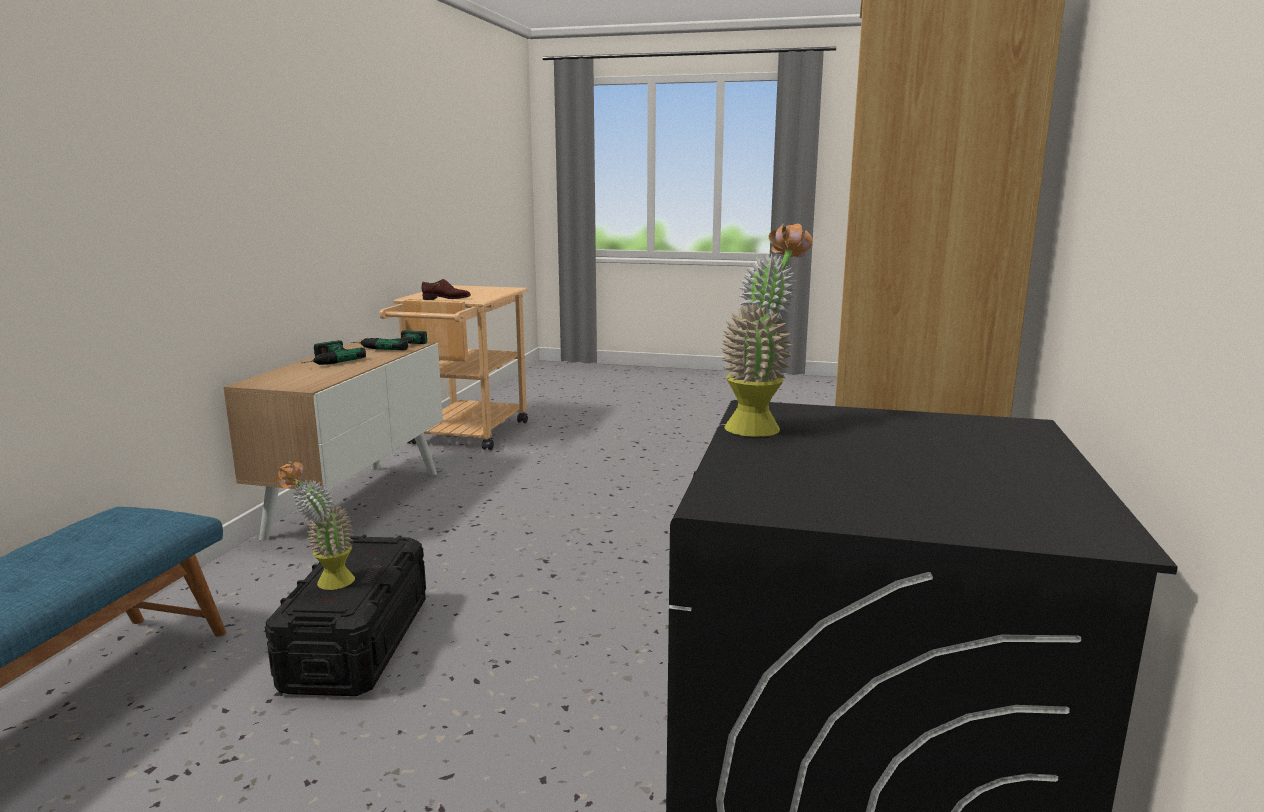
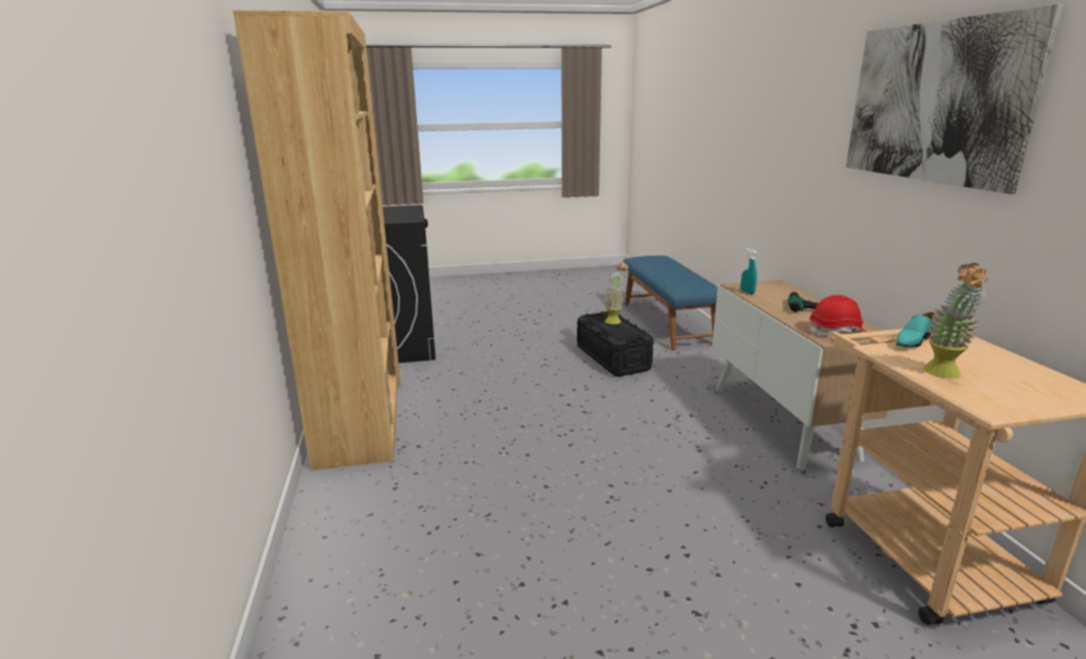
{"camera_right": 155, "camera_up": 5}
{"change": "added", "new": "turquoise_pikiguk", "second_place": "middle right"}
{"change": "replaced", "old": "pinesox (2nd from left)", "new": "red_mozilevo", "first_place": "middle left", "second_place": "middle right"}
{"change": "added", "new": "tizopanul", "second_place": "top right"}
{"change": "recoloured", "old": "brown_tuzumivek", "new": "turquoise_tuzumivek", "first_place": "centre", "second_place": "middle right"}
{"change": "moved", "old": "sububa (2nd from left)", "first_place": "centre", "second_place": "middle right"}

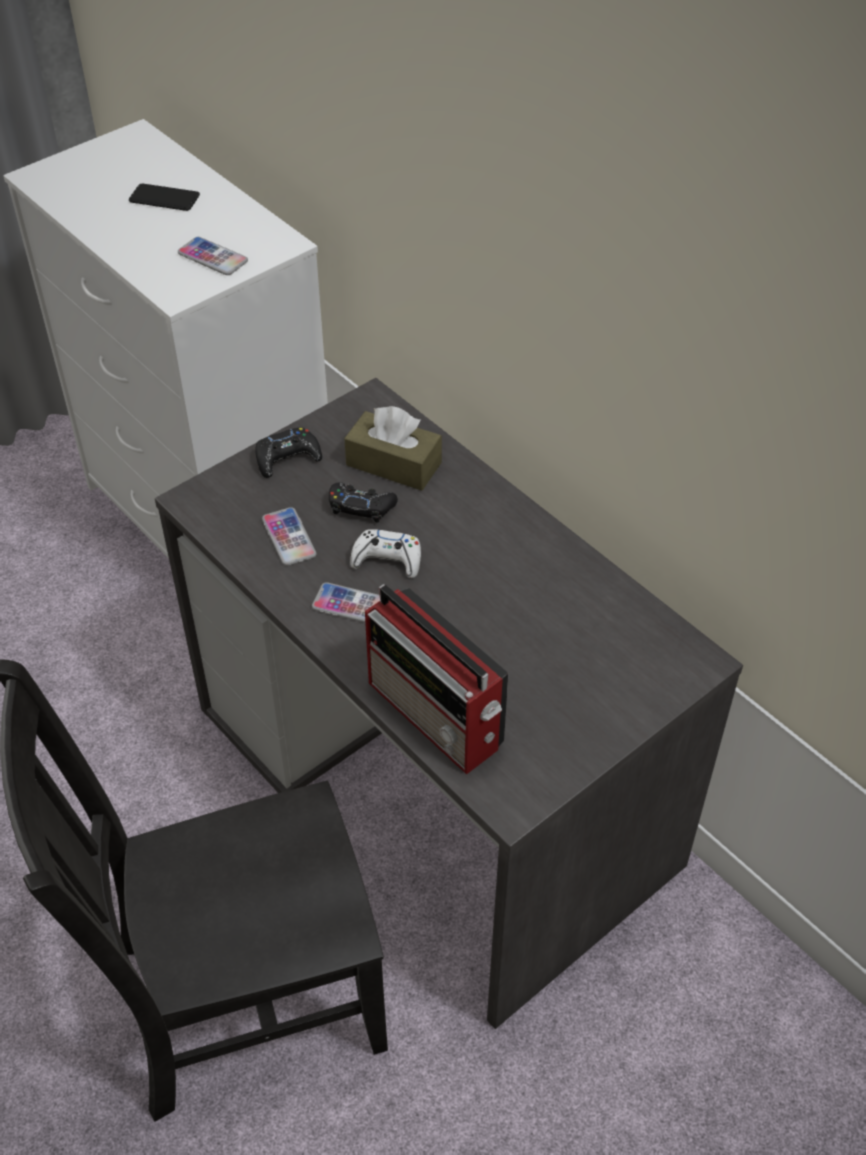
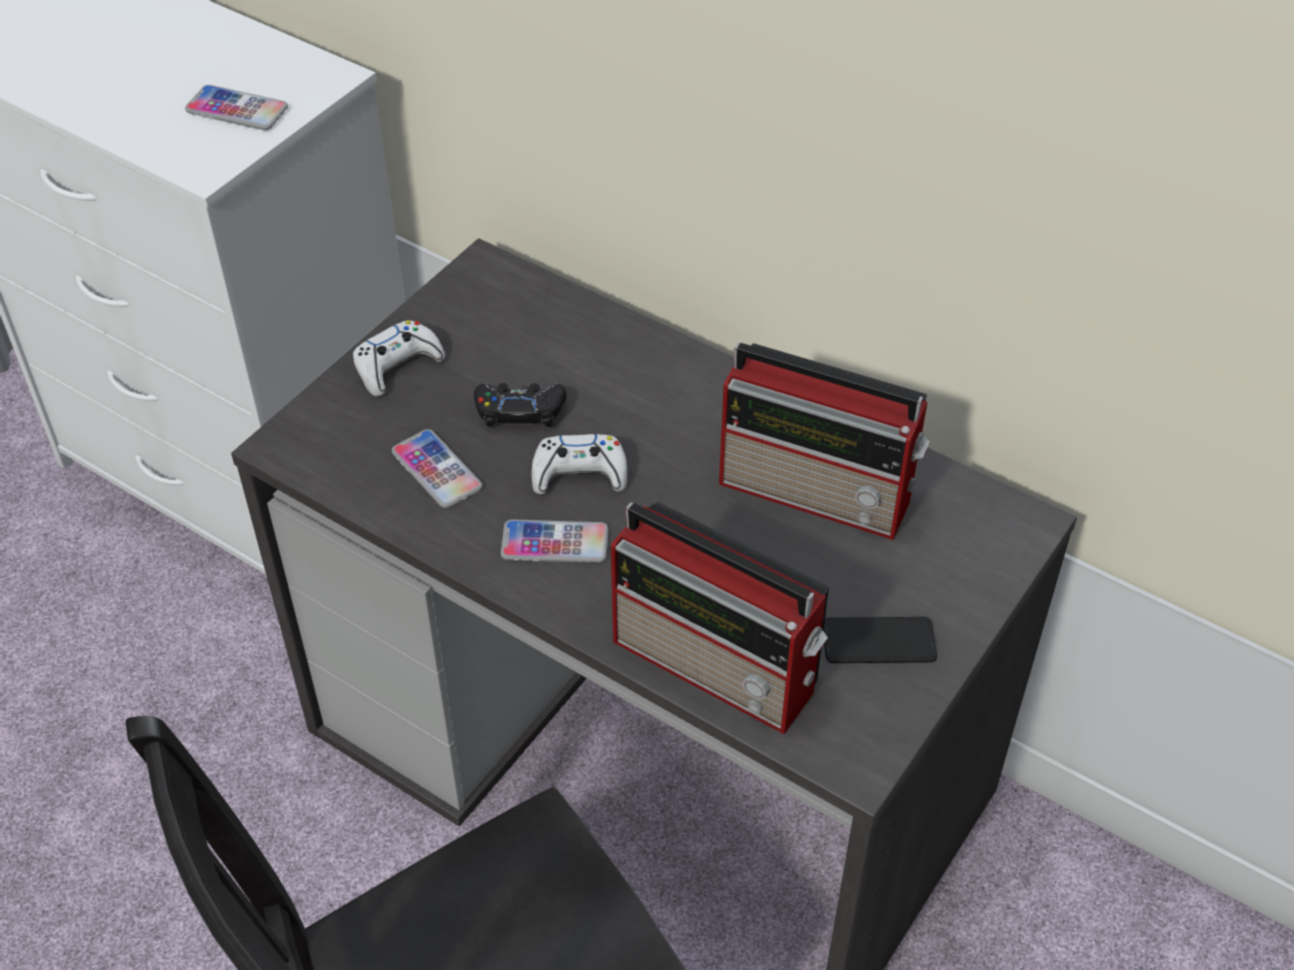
{"camera_right": -15, "camera_up": 0}
{"change": "recoloured", "old": "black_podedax (1st from left)", "new": "white_podedax (1st from left)", "first_place": "middle left", "second_place": "middle left"}
{"change": "added", "new": "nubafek (2nd from left)", "second_place": "centre"}
{"change": "moved", "old": "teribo (1st from left in the first image)", "new": "teribo (4th from left)", "first_place": "top left", "second_place": "middle right"}
{"change": "removed", "old": "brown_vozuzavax", "first_place": "centre"}

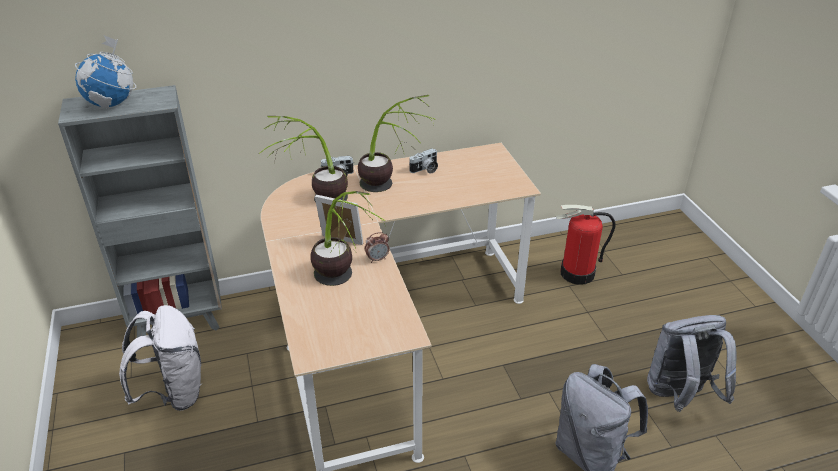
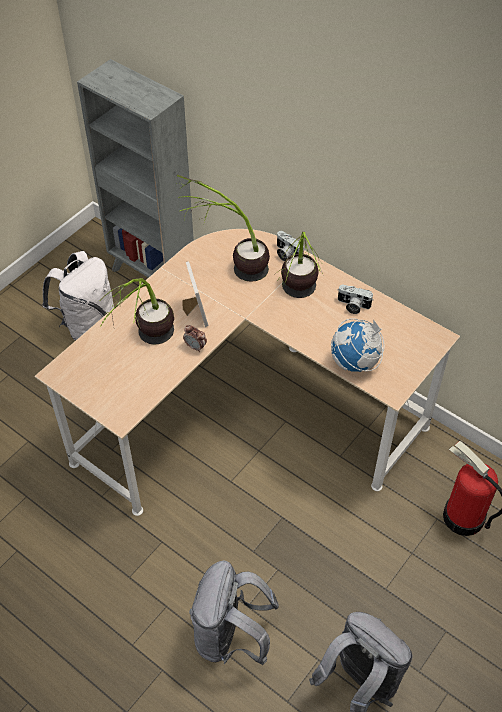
{"camera_right": 55, "camera_up": 15}
{"change": "moved", "old": "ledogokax", "first_place": "top left", "second_place": "middle right"}

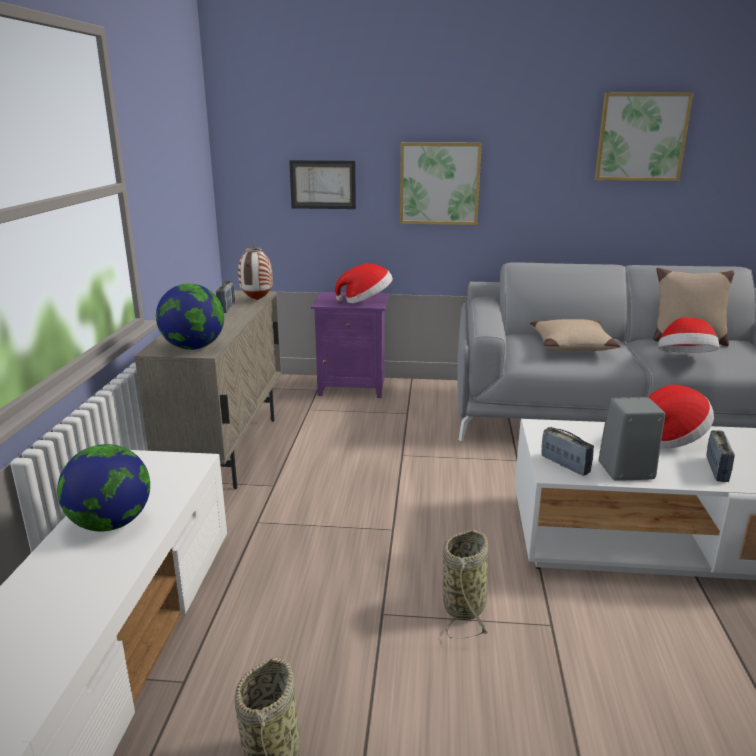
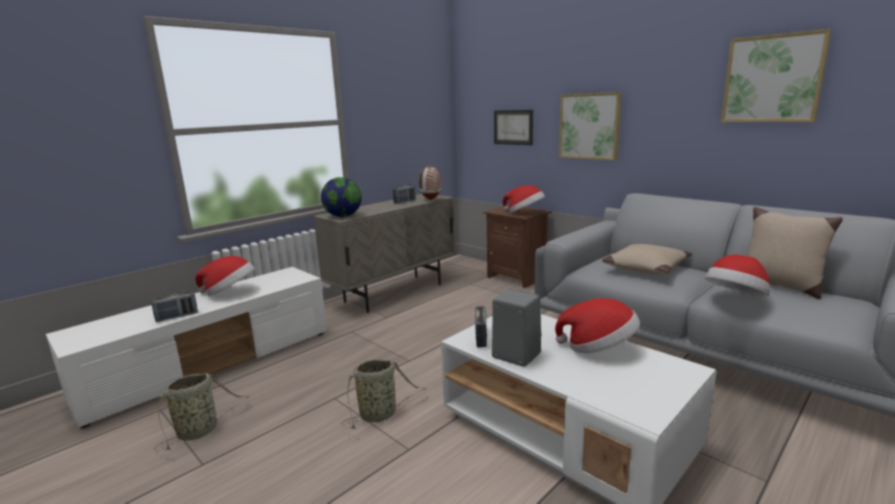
{"camera_right": 40, "camera_up": -5}
{"change": "moved", "old": "nubafek (3rd from left in the first image)", "new": "nubafek (1st from left)", "first_place": "middle right", "second_place": "middle left"}
{"change": "replaced", "old": "ledogokax (1st from left)", "new": "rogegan (1st from left)", "first_place": "middle left", "second_place": "middle left"}
{"change": "recoloured", "old": "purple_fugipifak", "new": "brown_fugipifak", "first_place": "centre", "second_place": "centre"}

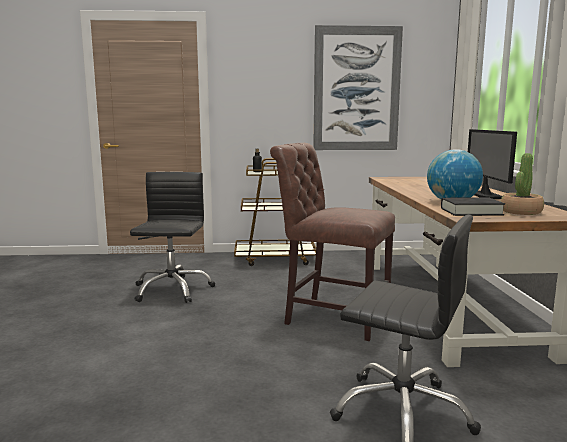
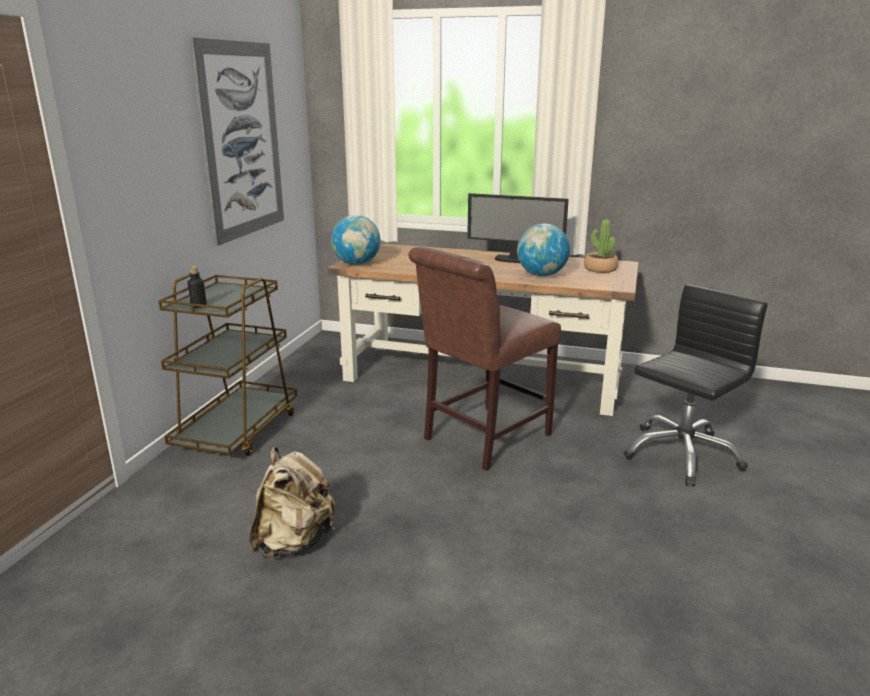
{"camera_right": -70, "camera_up": 10}
{"change": "replaced", "old": "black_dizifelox (1st from left)", "new": "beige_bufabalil", "first_place": "middle left", "second_place": "bottom centre"}
{"change": "added", "new": "ledogokax (1st from left)", "second_place": "centre"}
{"change": "removed", "old": "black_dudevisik", "first_place": "middle right"}

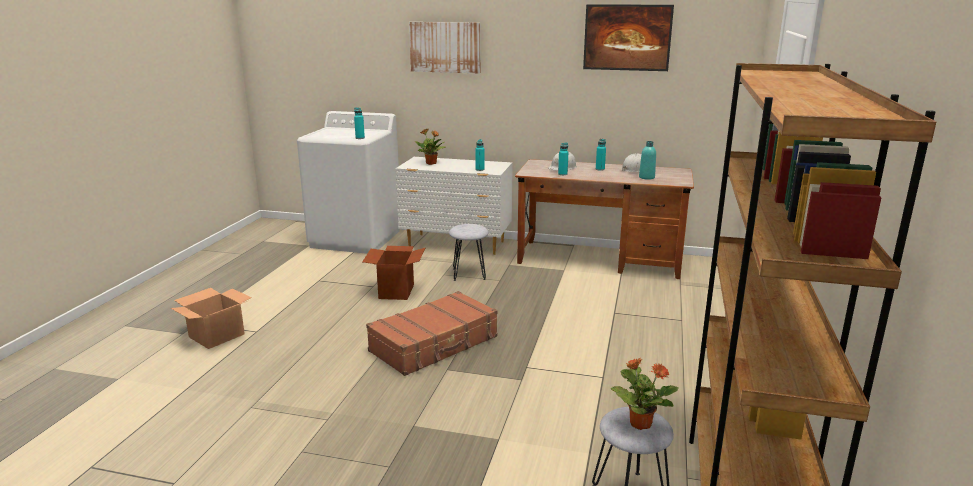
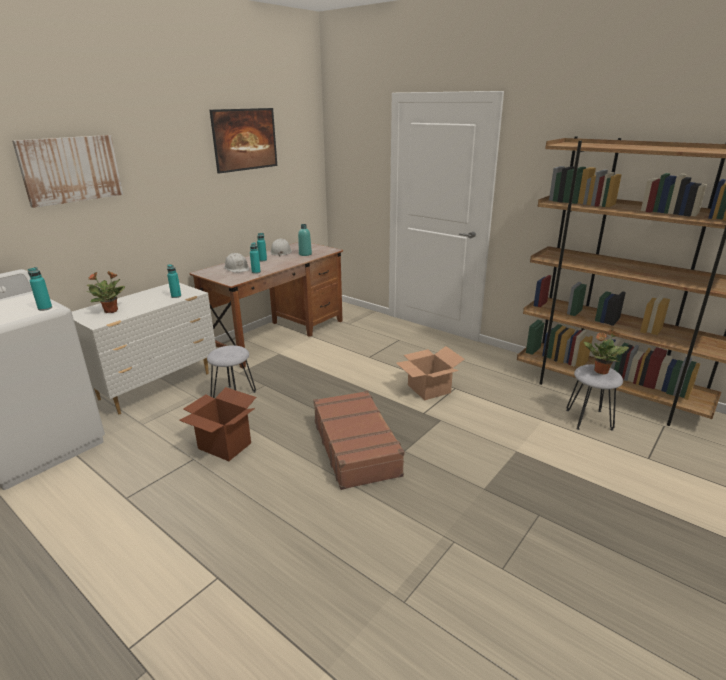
{"camera_right": -65, "camera_up": 5}
{"change": "moved", "old": "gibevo (1st from left in the first image)", "new": "gibevo (2nd from left)", "first_place": "middle left", "second_place": "centre"}

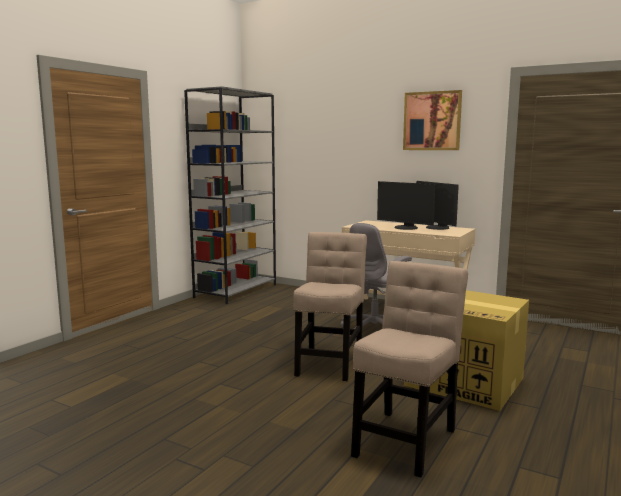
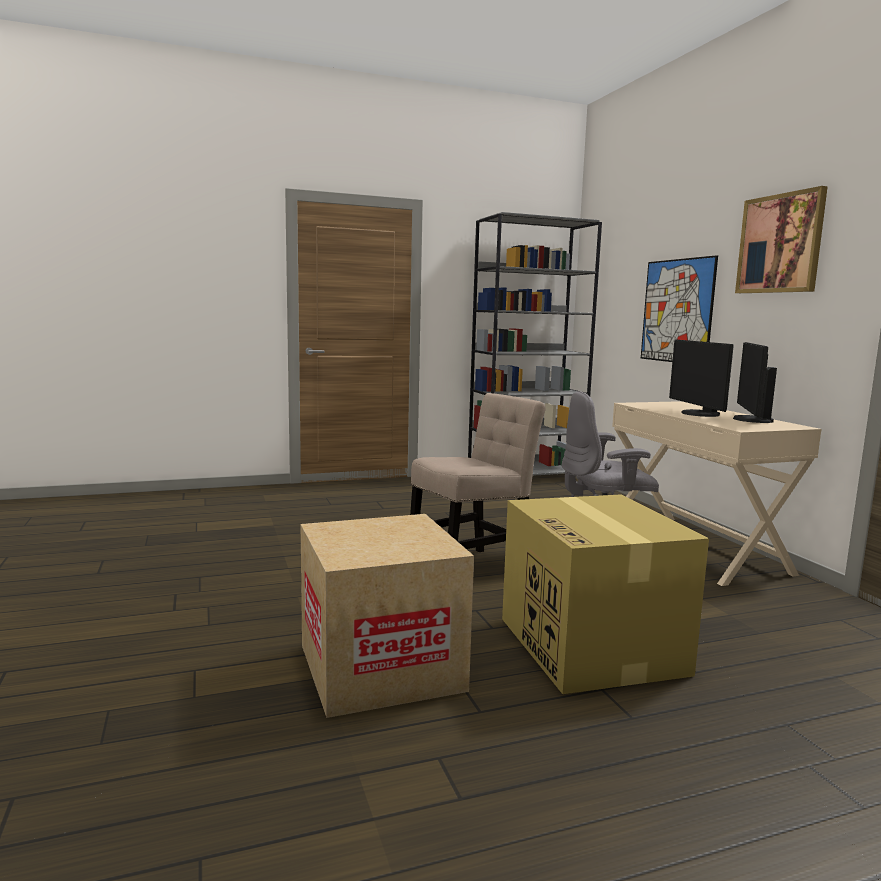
{"camera_right": 40, "camera_up": 0}
{"change": "replaced", "old": "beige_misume (2nd from left)", "new": "gibevo (1st from left)", "first_place": "bottom centre", "second_place": "bottom centre"}
{"change": "added", "new": "tizopanul (1st from left)", "second_place": "middle right"}

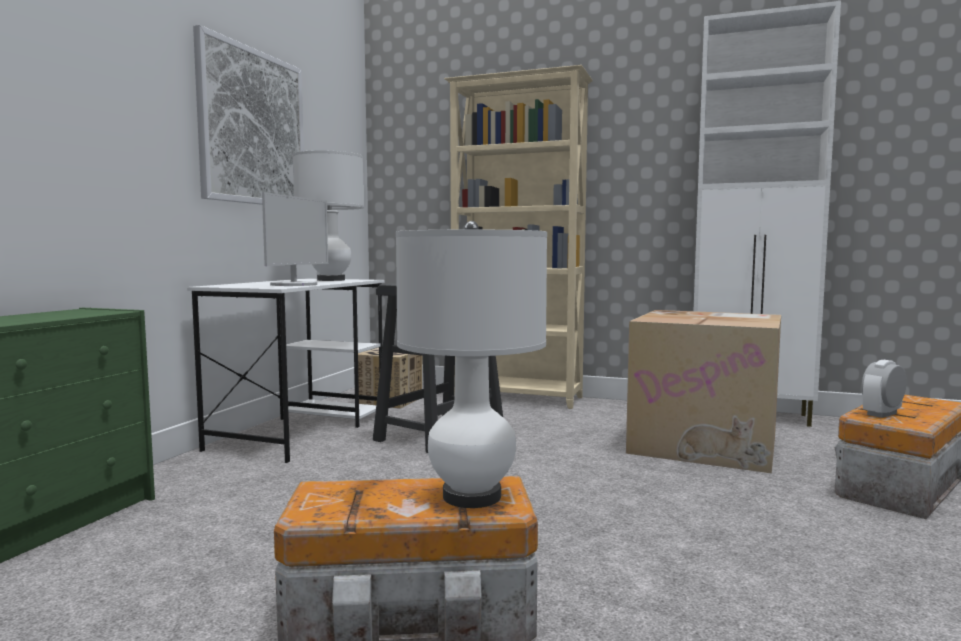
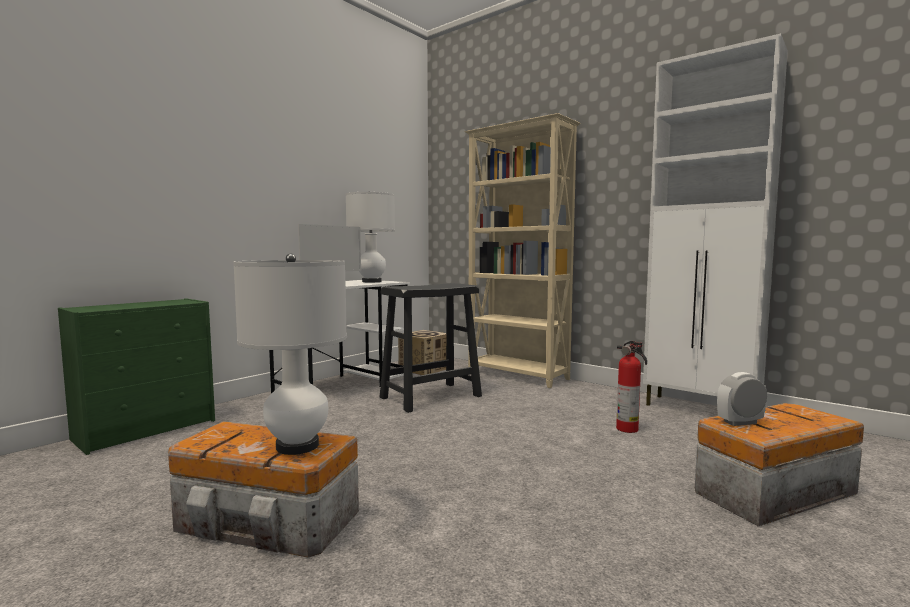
{"camera_right": 20, "camera_up": 0}
{"change": "replaced", "old": "gibevo (2nd from left)", "new": "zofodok", "first_place": "middle right", "second_place": "middle right"}
{"change": "removed", "old": "tizopanul", "first_place": "top left"}

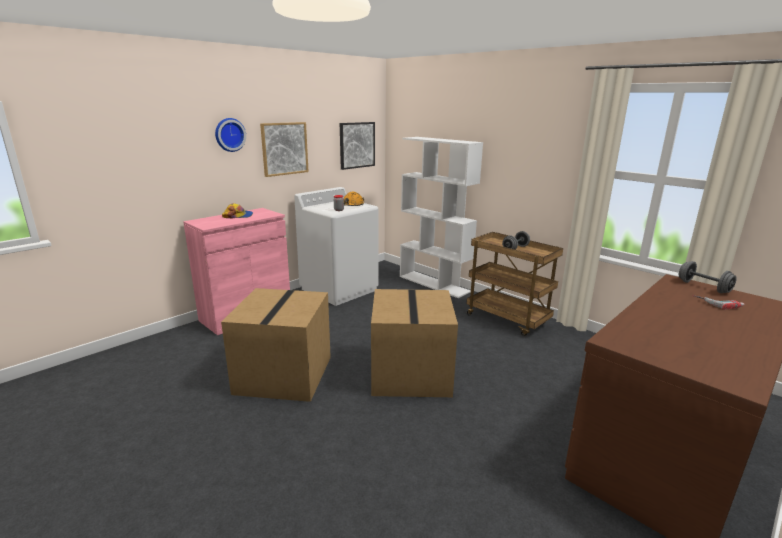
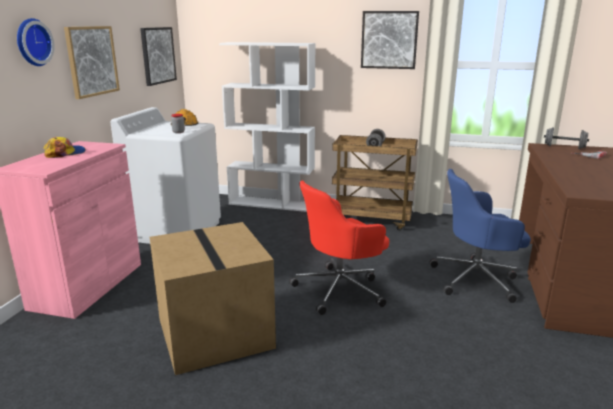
{"camera_right": -30, "camera_up": 0}
{"change": "replaced", "old": "gibevo (2nd from left)", "new": "red_dizifelox", "first_place": "centre", "second_place": "centre"}
{"change": "added", "new": "tizopanul (3rd from left)", "second_place": "top centre"}
{"change": "added", "new": "blue_dizifelox", "second_place": "middle right"}

